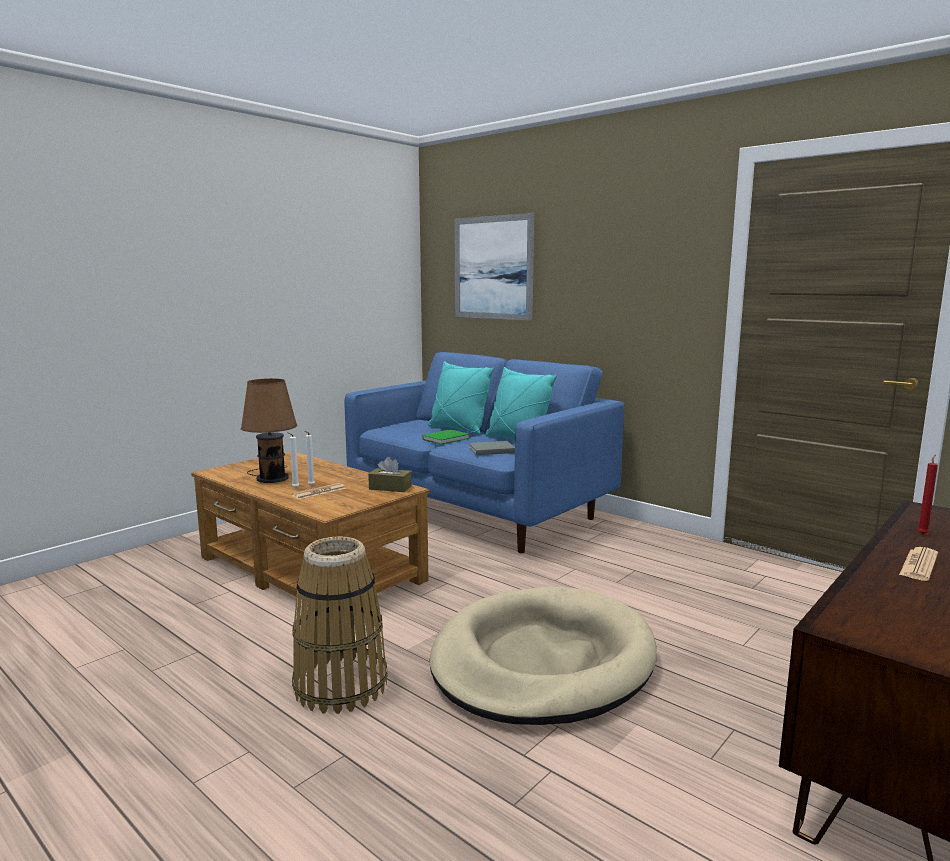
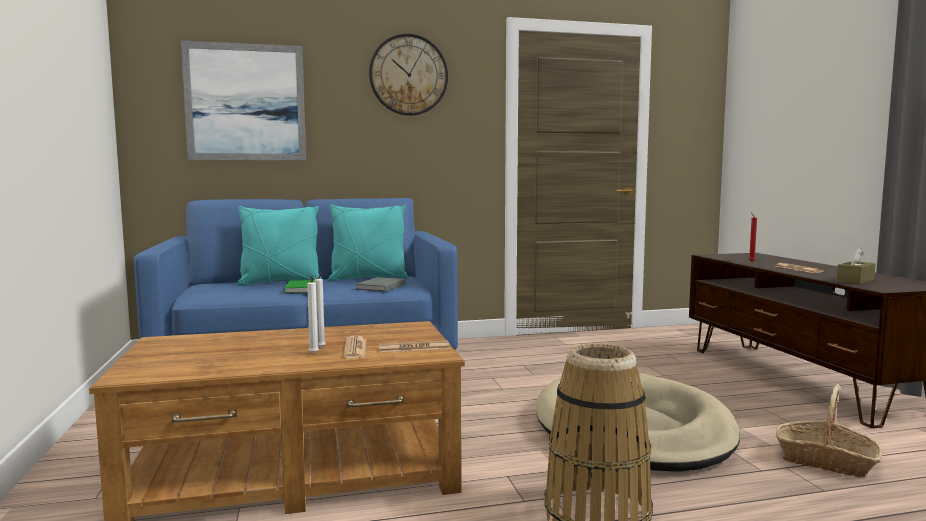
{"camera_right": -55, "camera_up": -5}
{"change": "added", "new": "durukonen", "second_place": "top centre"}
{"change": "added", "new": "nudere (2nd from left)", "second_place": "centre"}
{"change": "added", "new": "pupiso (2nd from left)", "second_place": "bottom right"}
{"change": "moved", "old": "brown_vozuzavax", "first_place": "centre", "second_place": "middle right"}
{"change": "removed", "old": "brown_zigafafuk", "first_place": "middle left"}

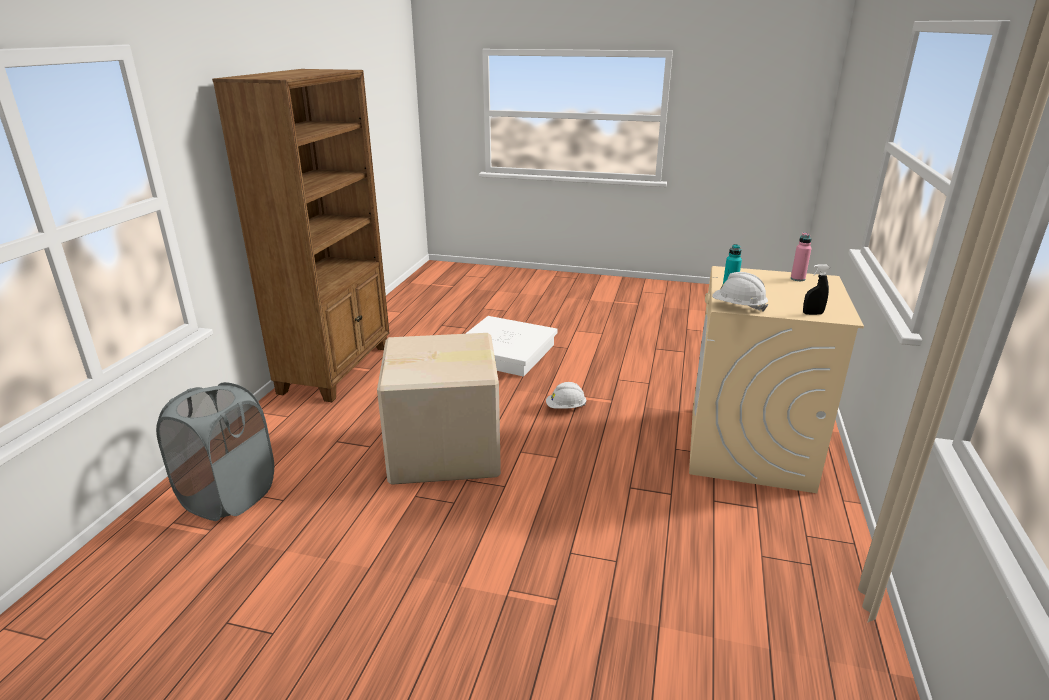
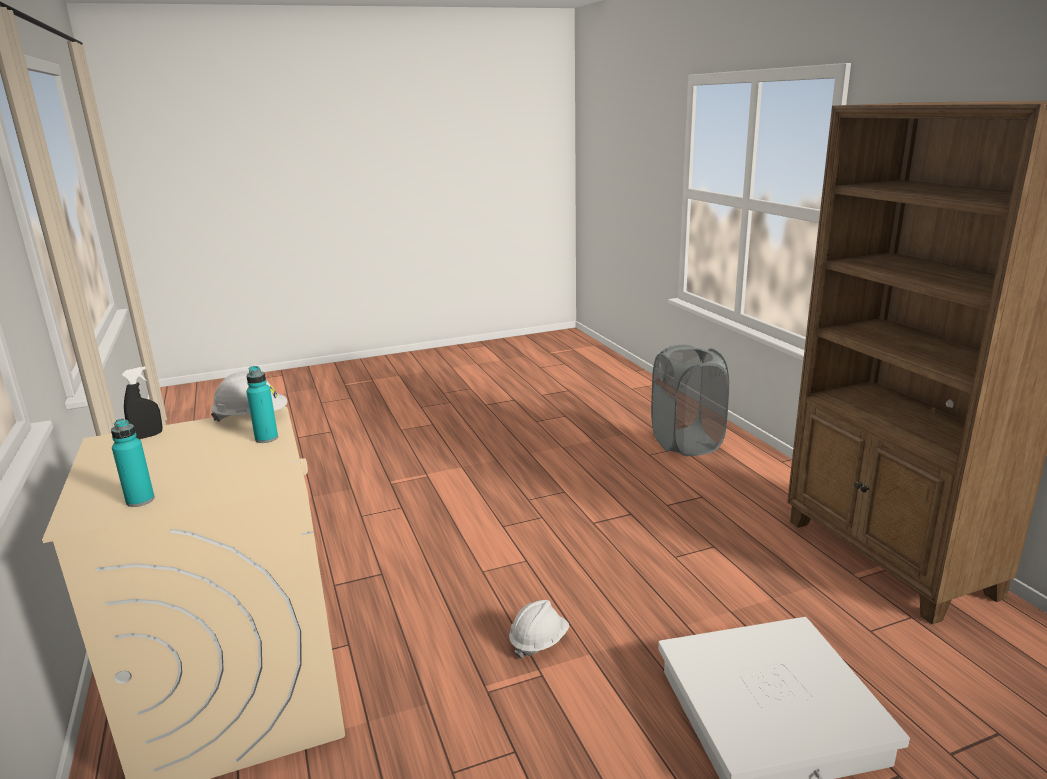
{"camera_right": 145, "camera_up": -5}
{"change": "recoloured", "old": "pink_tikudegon", "new": "turquoise_tikudegon (1st from left)", "first_place": "middle right", "second_place": "middle left"}
{"change": "removed", "old": "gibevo", "first_place": "centre"}

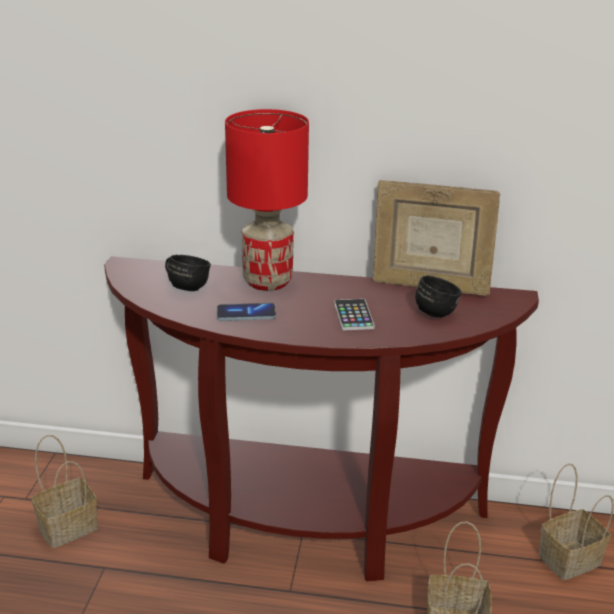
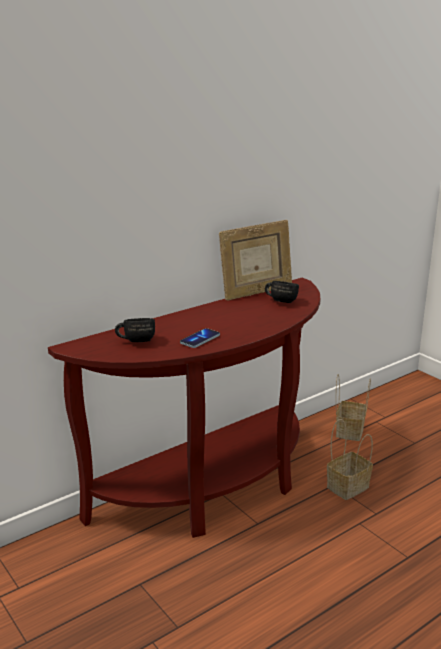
{"camera_right": -45, "camera_up": -5}
{"change": "removed", "old": "pupiso (1st from left)", "first_place": "bottom left"}
{"change": "removed", "old": "red_zigafafuk", "first_place": "top centre"}
{"change": "removed", "old": "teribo (2nd from left)", "first_place": "centre"}

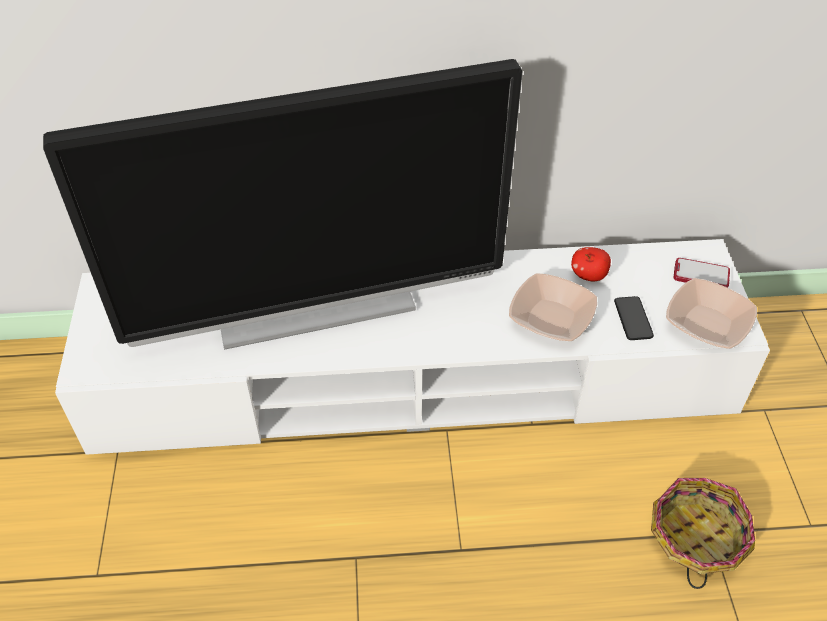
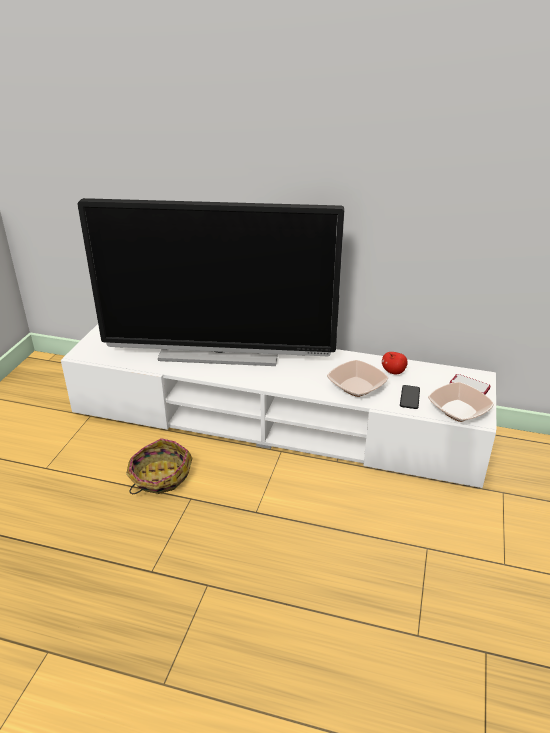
{"camera_right": 20, "camera_up": -15}
{"change": "moved", "old": "pupiso", "first_place": "bottom right", "second_place": "middle left"}

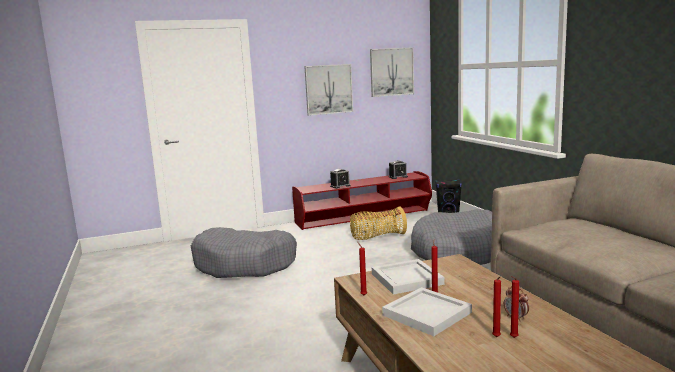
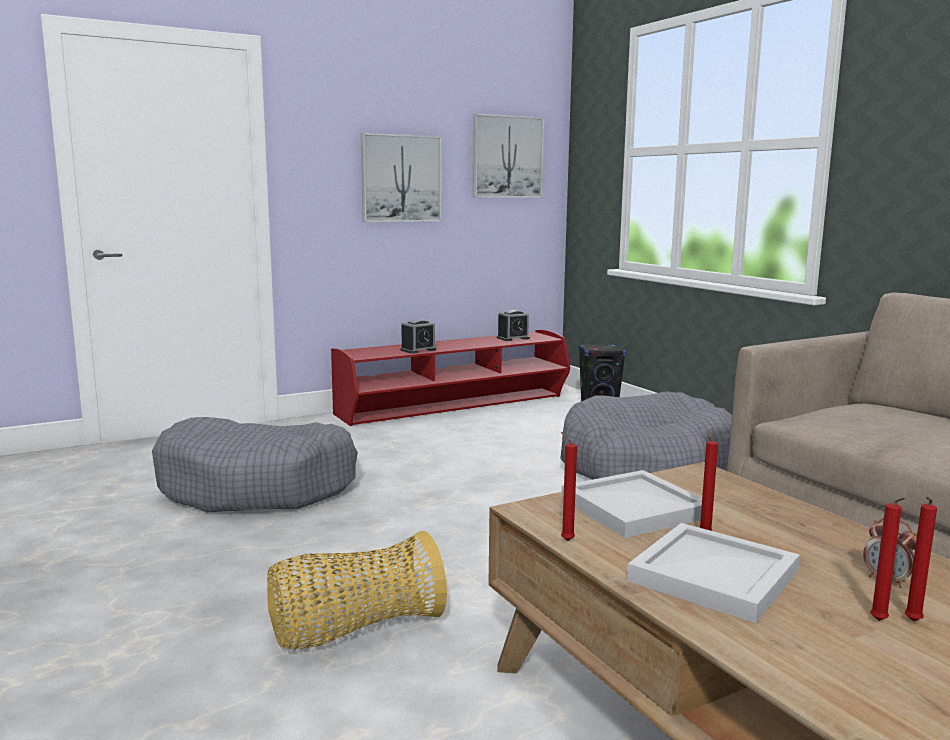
{"camera_right": -10, "camera_up": 0}
{"change": "moved", "old": "pupiso", "first_place": "centre", "second_place": "bottom centre"}

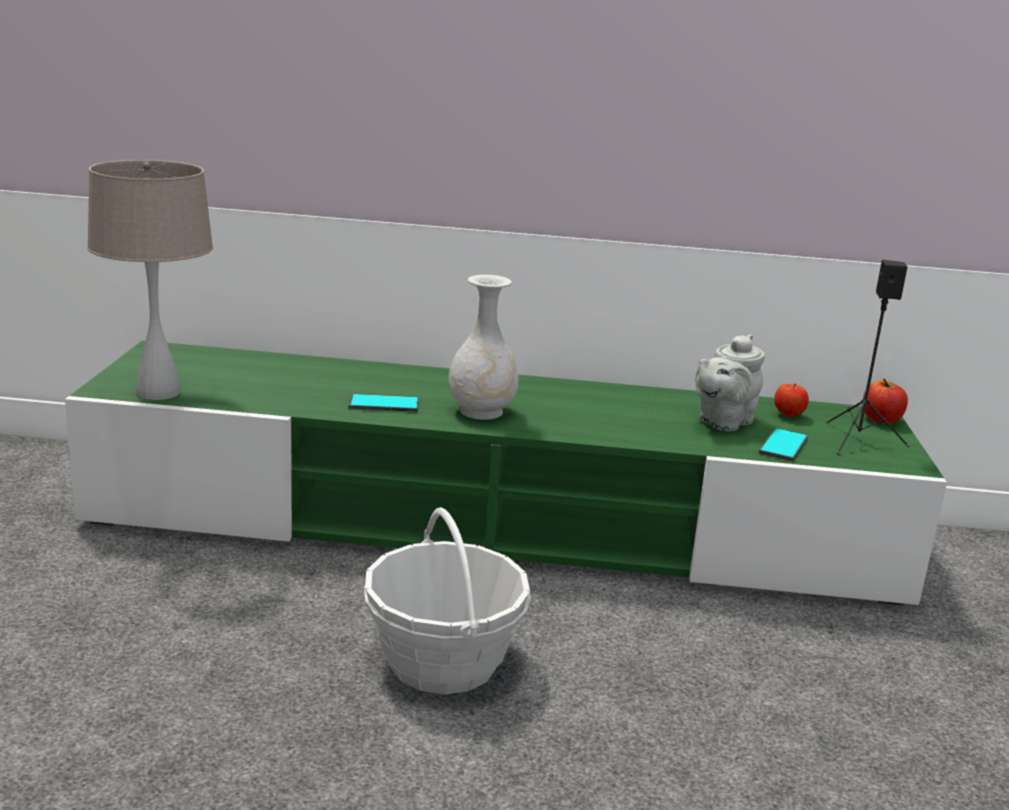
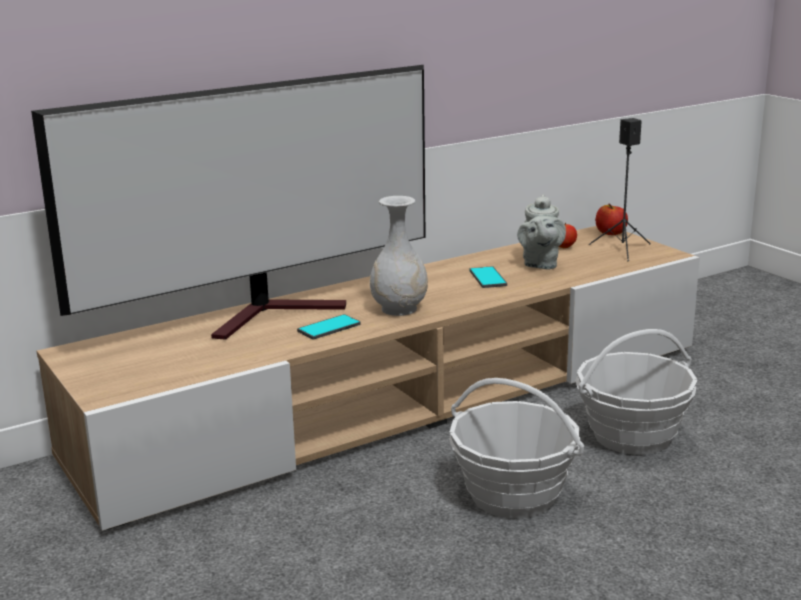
{"camera_right": -35, "camera_up": 0}
{"change": "added", "new": "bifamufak", "second_place": "middle left"}
{"change": "recoloured", "old": "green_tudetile", "new": "beige_tudetile", "first_place": "centre", "second_place": "centre"}
{"change": "moved", "old": "teribo (2nd from left)", "first_place": "middle right", "second_place": "centre"}
{"change": "added", "new": "pupiso (2nd from left)", "second_place": "middle right"}
{"change": "removed", "old": "beige_zigafafuk", "first_place": "middle left"}

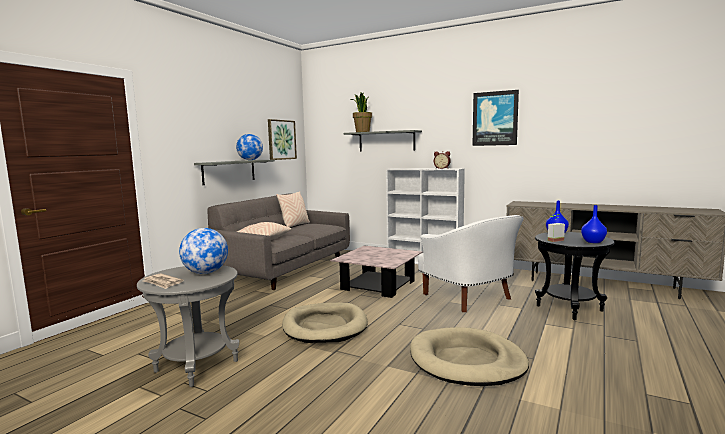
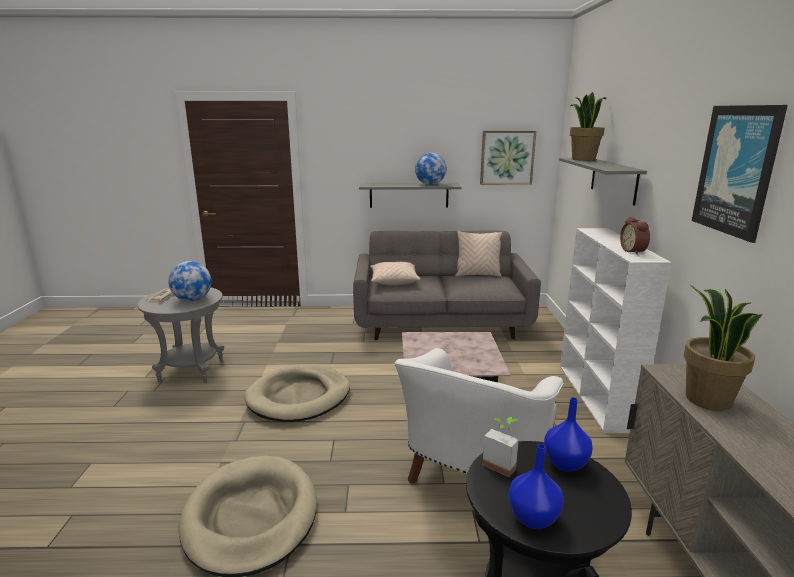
{"camera_right": 60, "camera_up": 10}
{"change": "added", "new": "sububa (3rd from left)", "second_place": "middle right"}

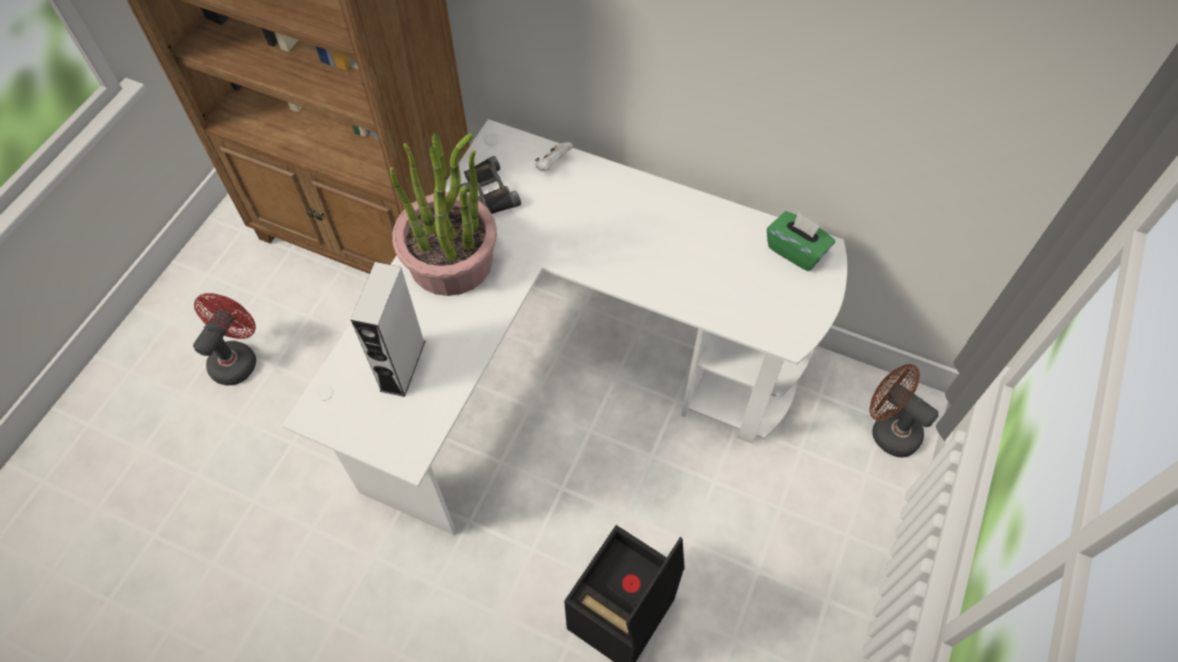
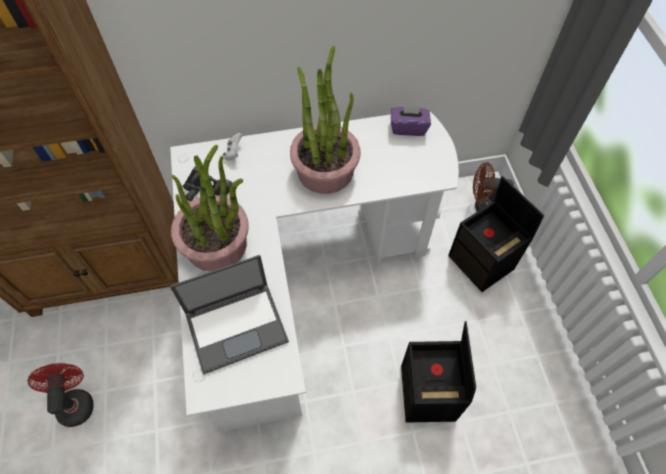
{"camera_right": -35, "camera_up": 0}
{"change": "replaced", "old": "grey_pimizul", "new": "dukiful", "first_place": "middle left", "second_place": "centre"}
{"change": "added", "new": "sububa (2nd from left)", "second_place": "top centre"}
{"change": "recoloured", "old": "green_vozuzavax", "new": "purple_vozuzavax", "first_place": "middle right", "second_place": "top centre"}
{"change": "added", "new": "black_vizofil (2nd from left)", "second_place": "middle right"}

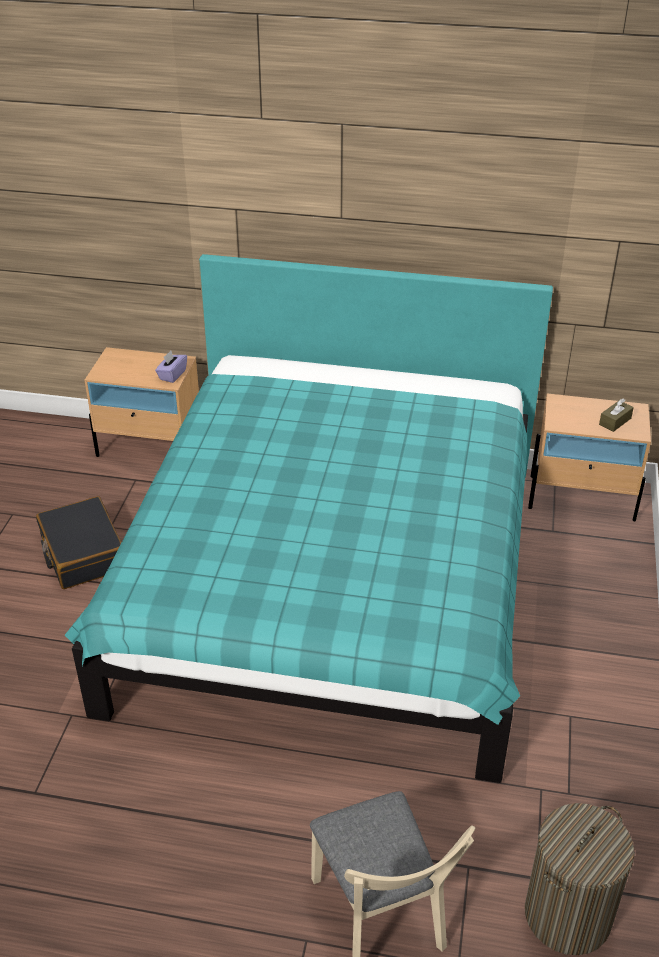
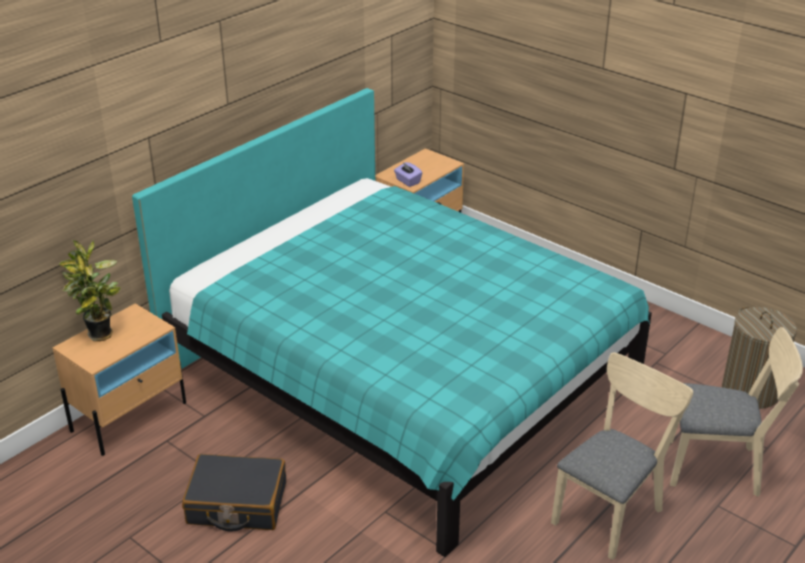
{"camera_right": -60, "camera_up": -5}
{"change": "added", "new": "sububa", "second_place": "middle left"}
{"change": "moved", "old": "purple_vozuzavax", "first_place": "middle left", "second_place": "top centre"}
{"change": "added", "new": "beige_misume (1st from left)", "second_place": "bottom right"}
{"change": "removed", "old": "brown_vozuzavax", "first_place": "middle right"}

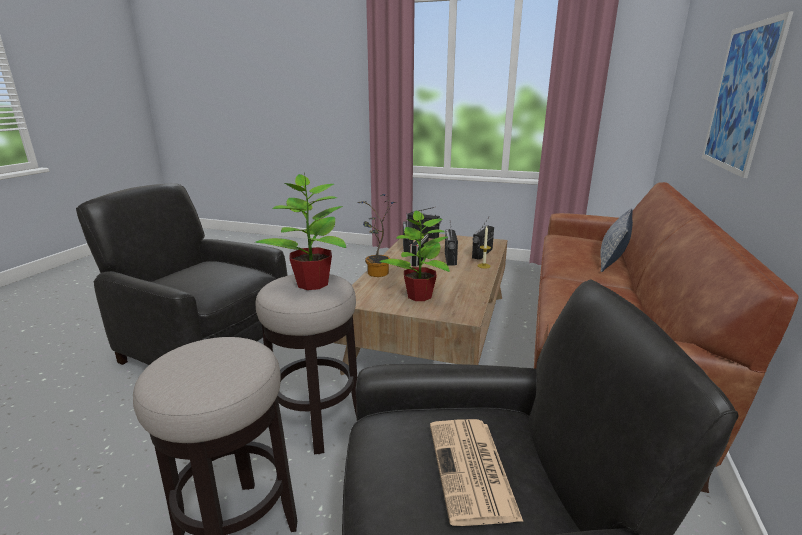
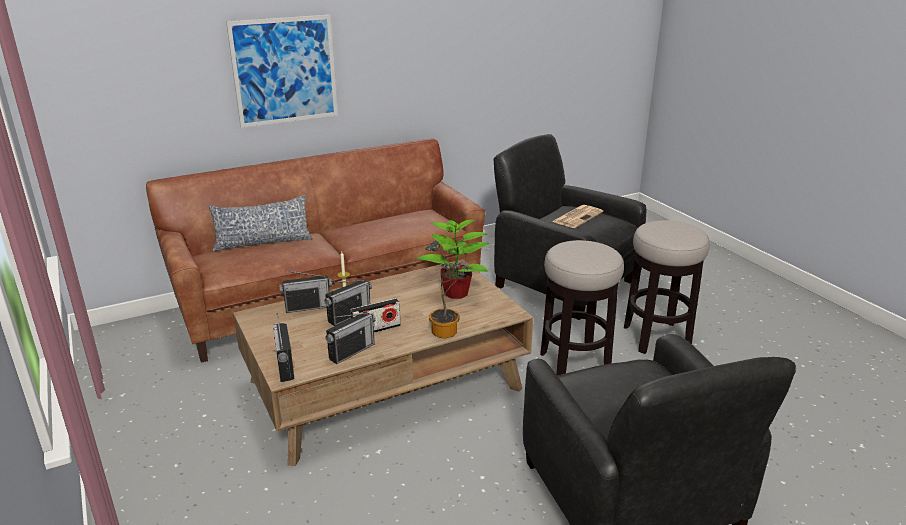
{"camera_right": -135, "camera_up": 5}
{"change": "removed", "old": "sububa (1st from left)", "first_place": "centre"}

